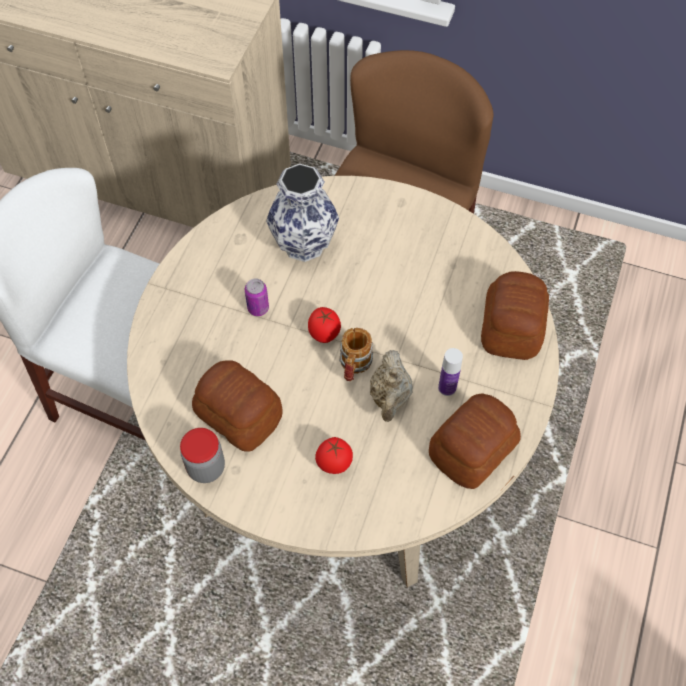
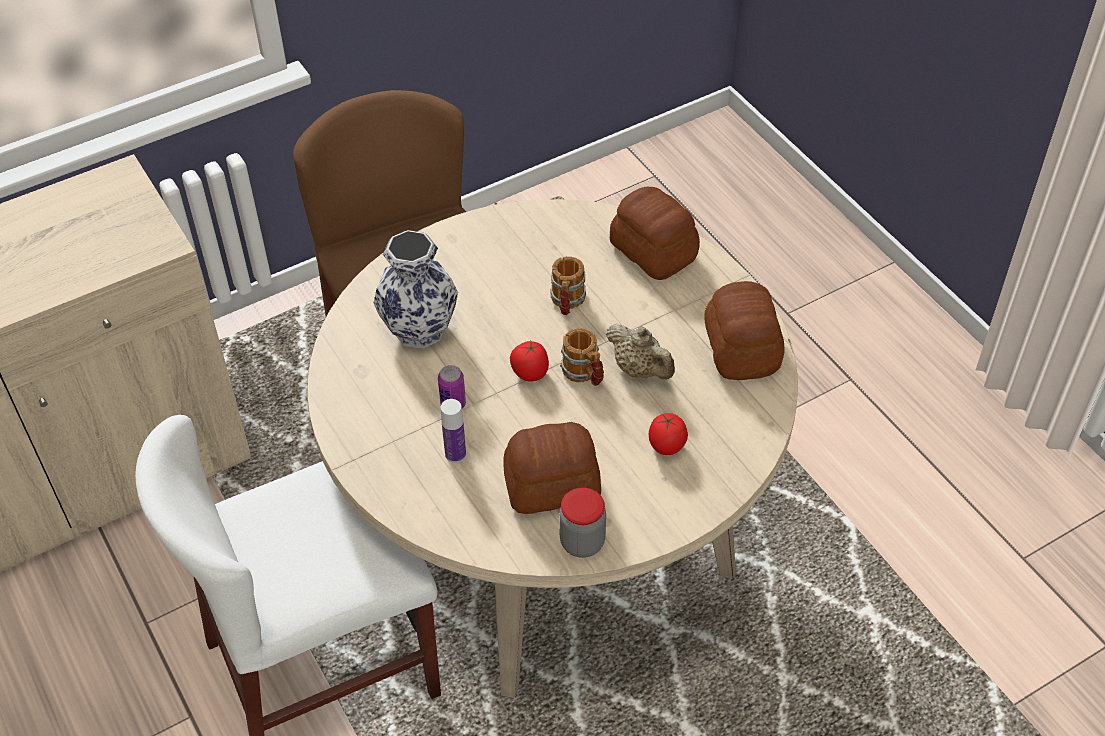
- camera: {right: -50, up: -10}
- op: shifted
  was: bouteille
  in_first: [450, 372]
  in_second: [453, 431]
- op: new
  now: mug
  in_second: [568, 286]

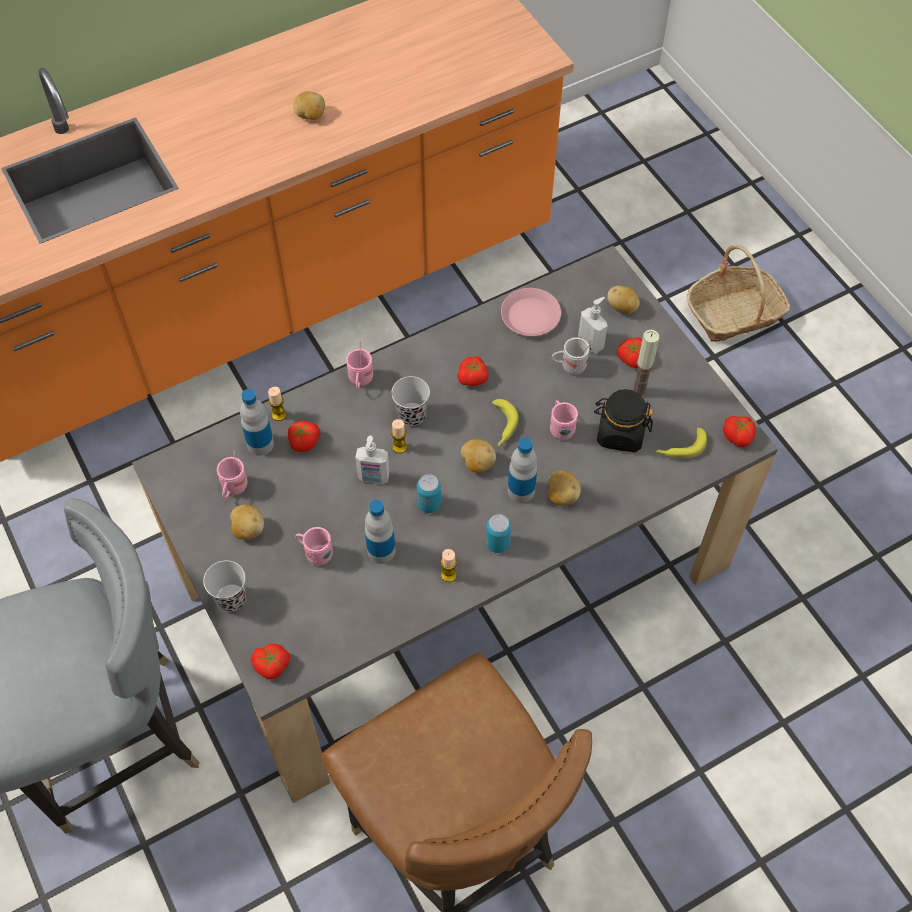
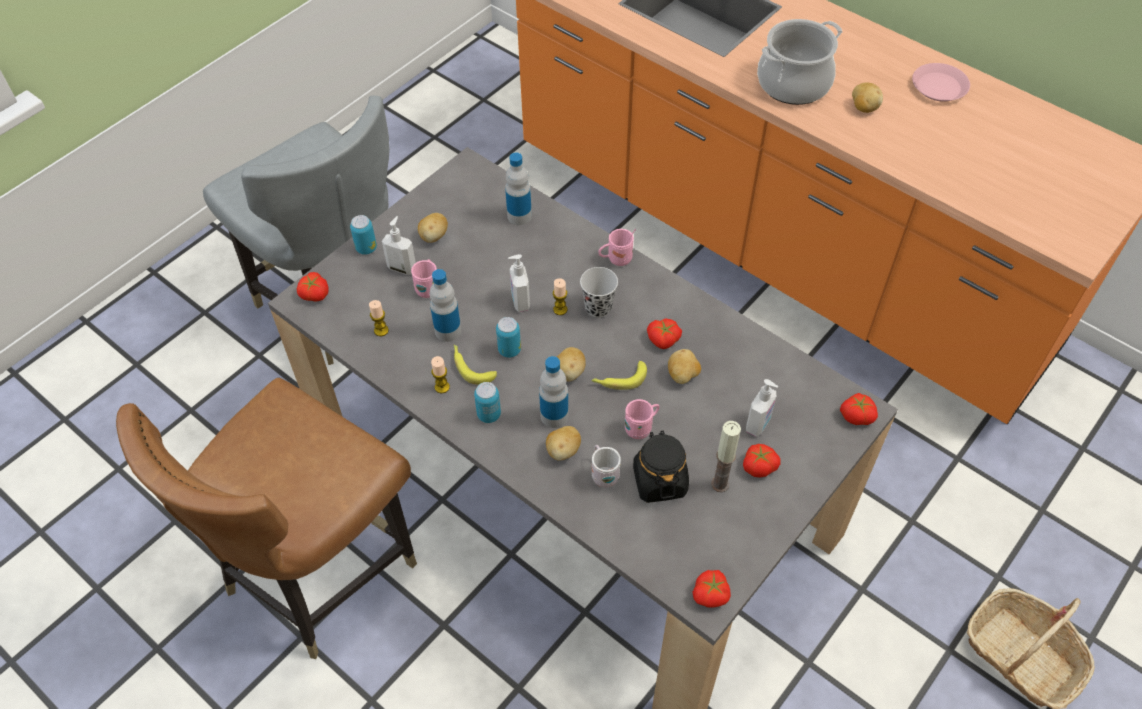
- camera: {right: 70, up: -5}
- op: swapped
  was: tasse (noir)
  now: boîte métallique
  in_first: [224, 586]
  in_second: [363, 235]
- op: gone
  was: mug (rose)
  in_first: [232, 474]
- op: shifted
  was: bougie
  in_first: [277, 404]
  in_second: [379, 318]
- op: shifted
  was: tomate
  in_first: [304, 436]
  in_second: [859, 409]
- op: shifted
  was: assiette (rose)
  in_first: [531, 312]
  in_second: [941, 82]
- op: shifted
  was: mug (blanc)
  in_first: [572, 356]
  in_second: [606, 466]
- op: shifted
  was: pomme de terre
  in_first: [623, 300]
  in_second: [684, 366]
- op: shifted
  was: banane
  in_first: [681, 443]
  in_second: [475, 365]
- op: new
  now: distributeur de savon
  in_second: [399, 245]
- op: new
  now: marmite
  in_second: [799, 62]

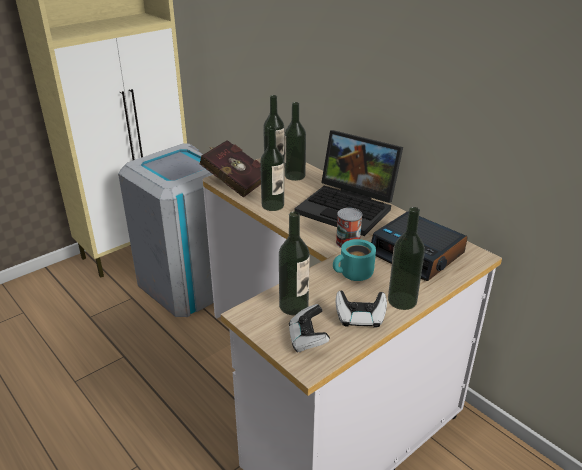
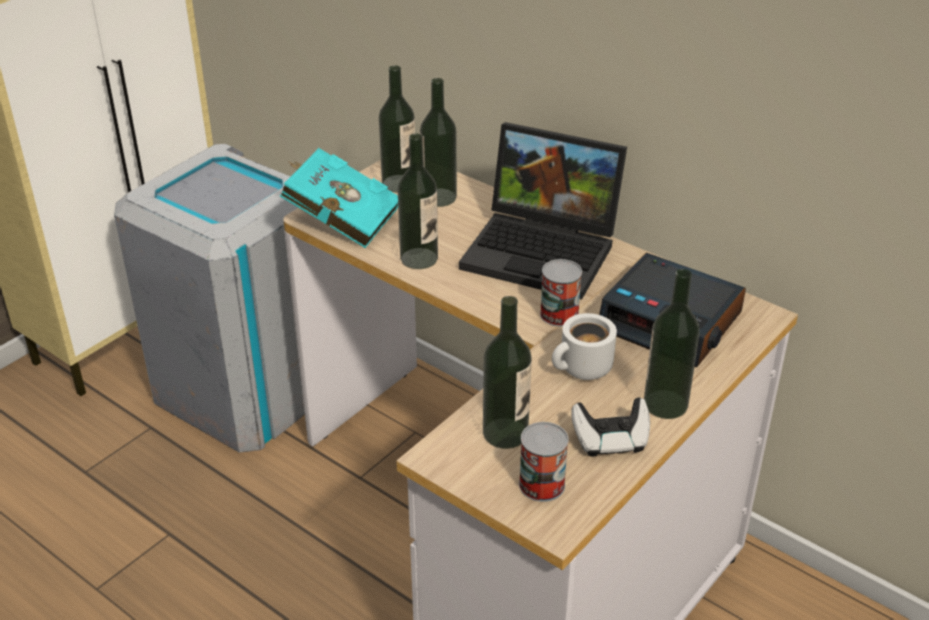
- camera: {right: -10, up: 5}
- op: repainted
  was: livre (rouge)
  now: livre (turquoise)
  in_first: [230, 169]
  in_second: [339, 198]
- op: swapped
  was: manette
  now: boîte métallique
  in_first: [309, 328]
  in_second: [544, 462]
- op: repainted
  was: mug (turquoise)
  now: mug (blanc)
  in_first: [354, 260]
  in_second: [584, 346]

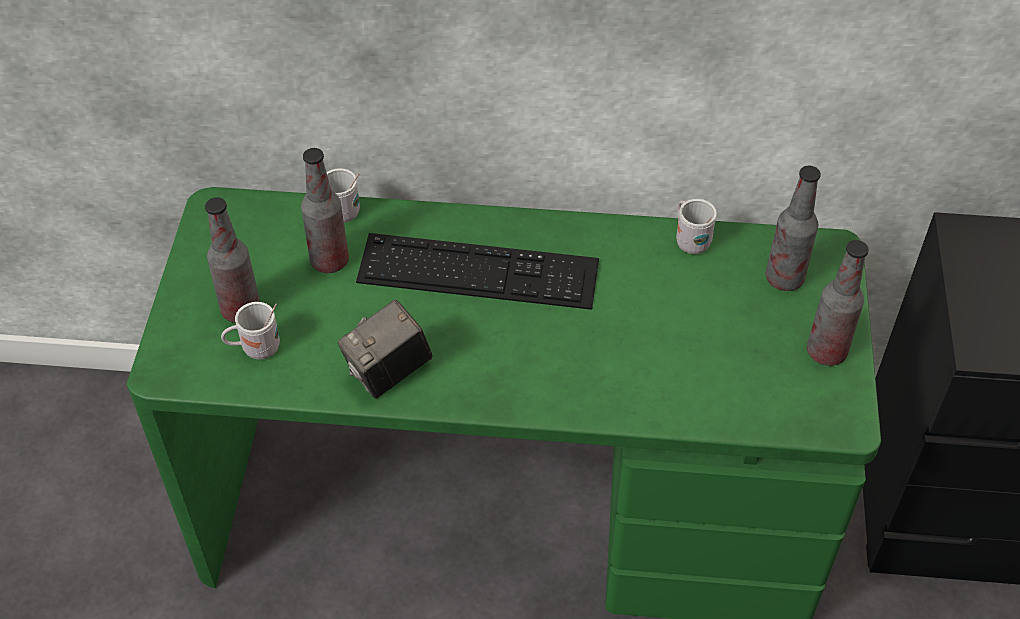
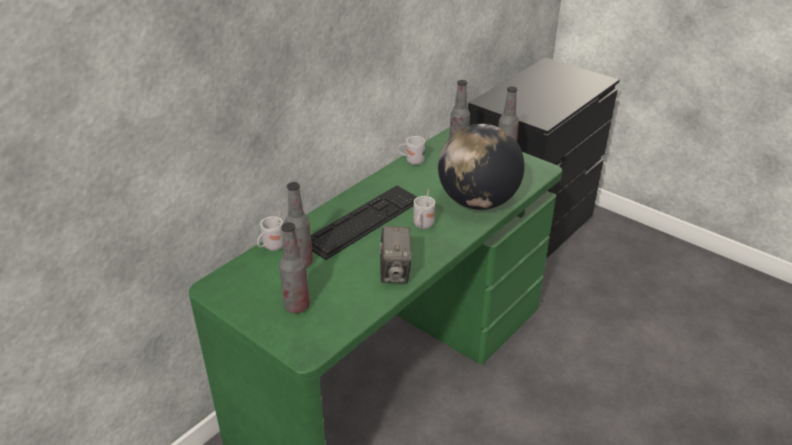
- camera: {right: -55, up: -15}
- op: shifted
  was: mug (blanc)
  in_first: [250, 331]
  in_second: [424, 209]
- op: new
  now: globe
  in_second: [481, 167]

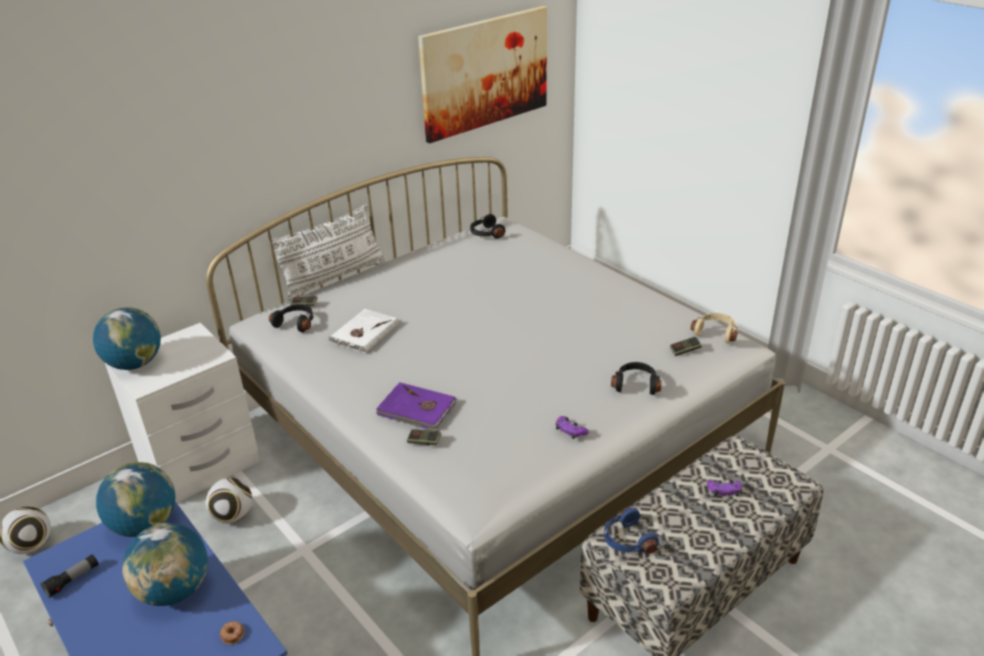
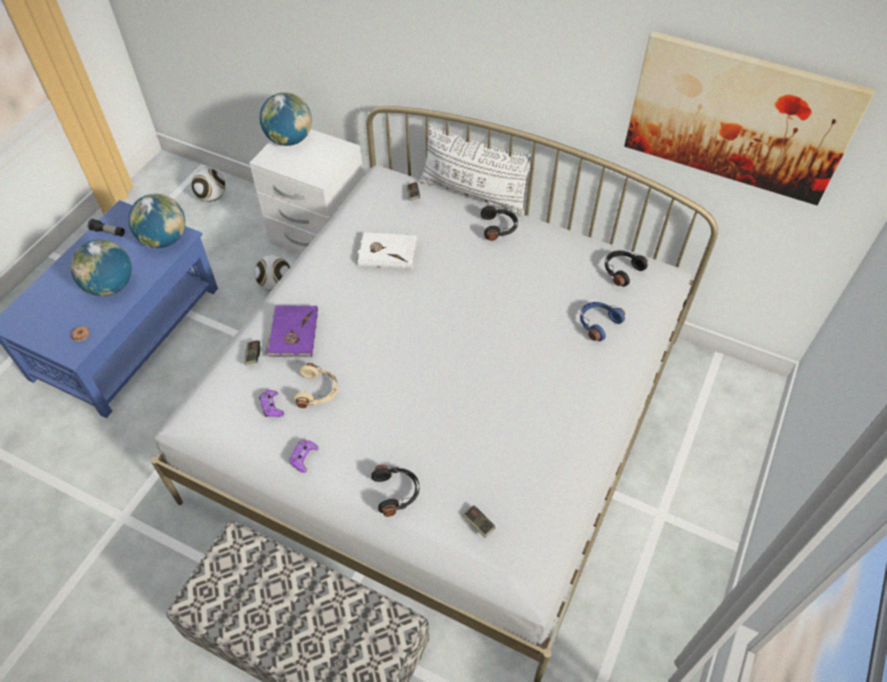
- camera: {right: 65, up: 20}
- op: shifted
  was: casque audio (noir)
  in_first: [291, 318]
  in_second: [499, 223]
- op: shifted
  was: casque audio (bleu)
  in_first: [631, 530]
  in_second: [602, 321]
- op: shifted
  was: casque audio (beige)
  in_first: [714, 328]
  in_second: [316, 385]
- op: shifted
  was: manette (violet)
  in_first: [724, 488]
  in_second: [271, 403]

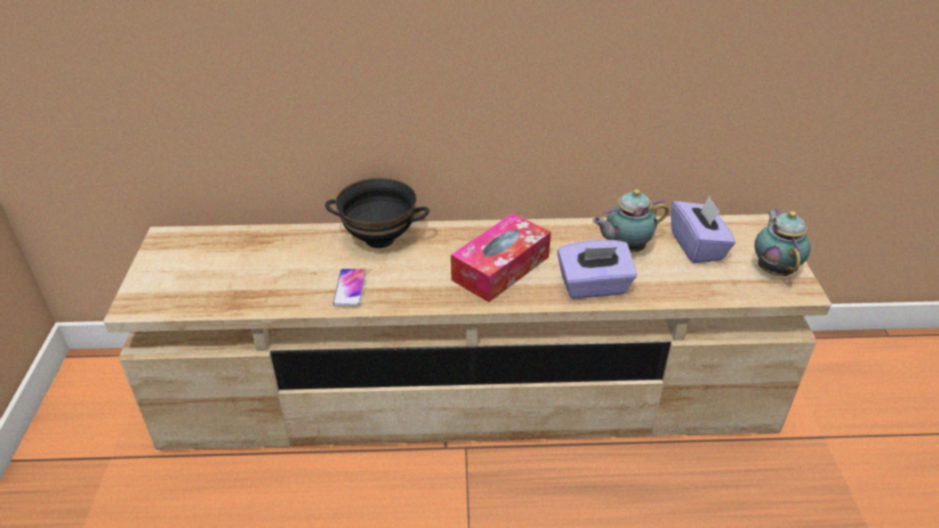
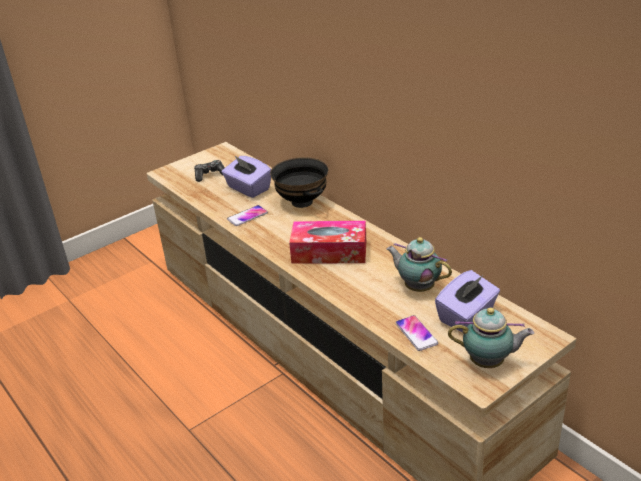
- camera: {right: 55, up: -5}
- op: shifted
  was: boîte à mouchoirs (violet)
  in_first: [597, 269]
  in_second: [246, 176]
- op: rotated
  was: théière
  in_first: [782, 242]
  in_second: [491, 338]
  clockwise: 45
- op: new
  now: manette
  in_second: [209, 171]
- op: new
  now: téléphone
  in_second: [417, 333]

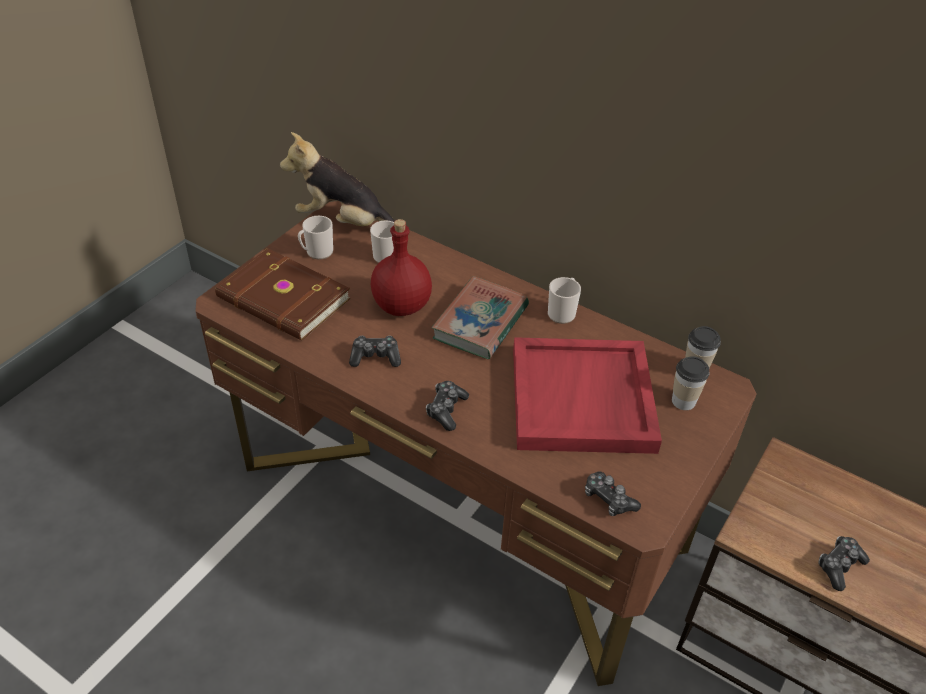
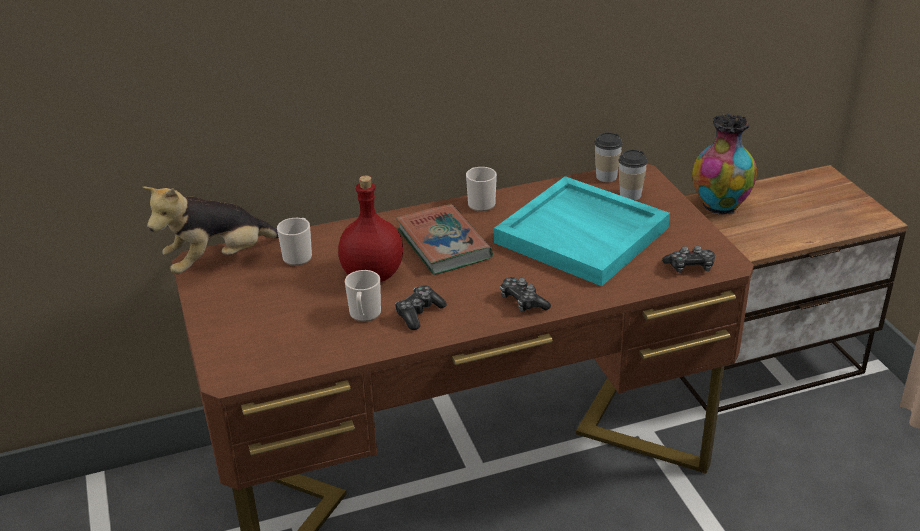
- camera: {right: -50, up: -10}
- op: gone
  was: livre (marron)
  in_first: [283, 294]
- op: shifted
  was: mug
  in_first: [315, 238]
  in_second: [363, 296]
- op: repainted
  was: plateau (rouge)
  now: plateau (turquoise)
  in_first: [587, 395]
  in_second: [582, 231]
- op: gone
  was: manette
  in_first: [844, 563]
- op: new
  now: vase
  in_second: [724, 164]

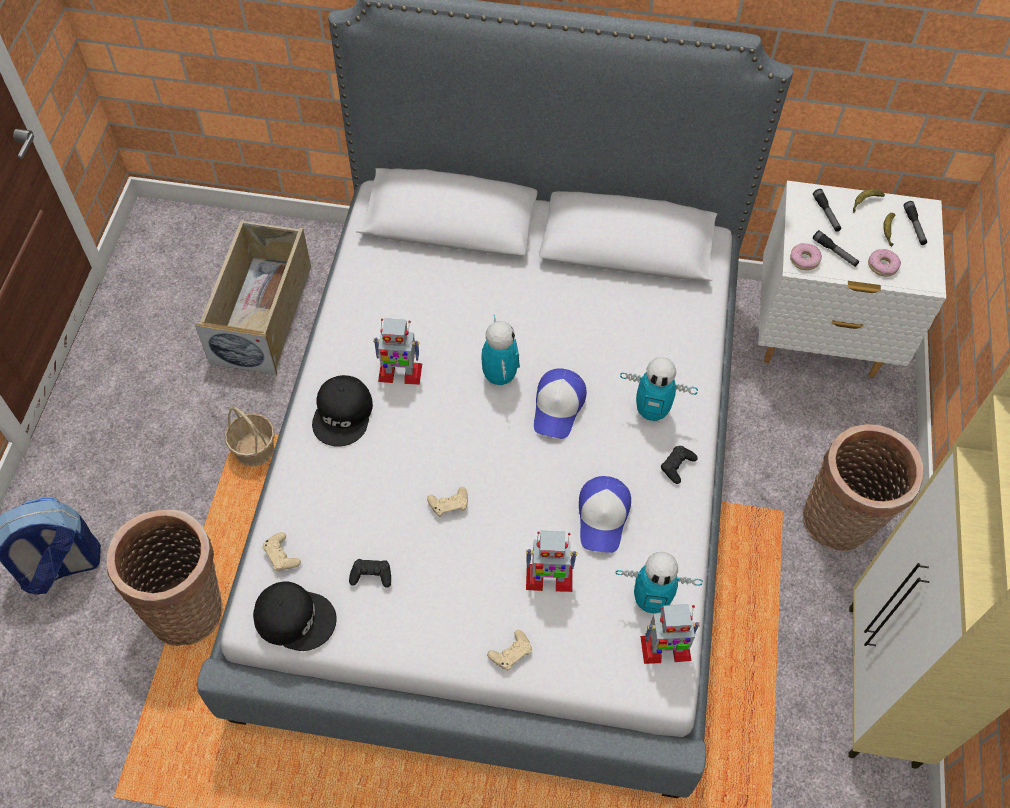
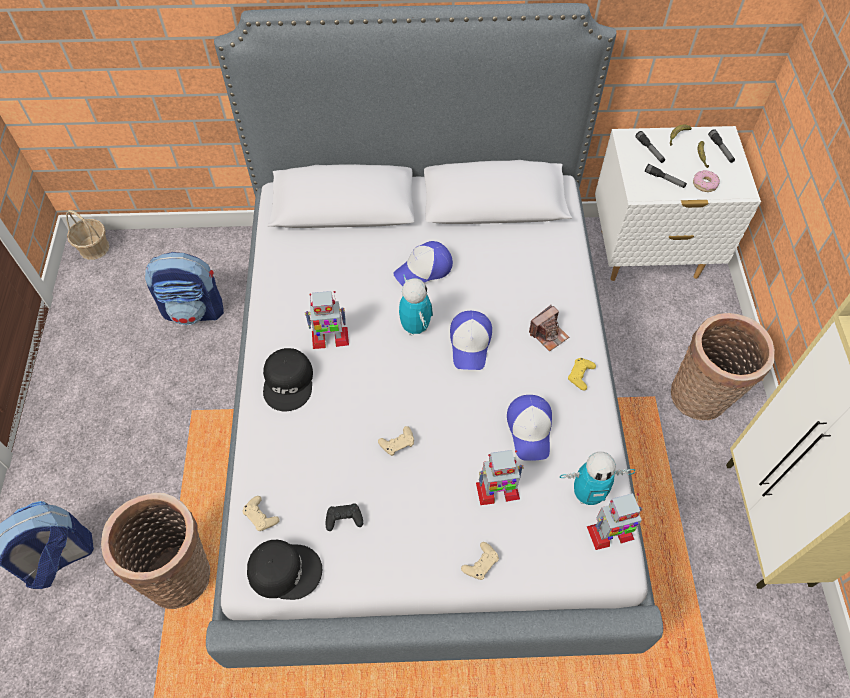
- camera: {right: -10, up: 0}
- op: swapped
  was: boîte de rangement (beige)
  now: sac à dos
  in_first: [253, 297]
  in_second: [184, 288]
- op: shifted
  was: panier
  in_first: [250, 436]
  in_second: [87, 235]
- op: swapped
  was: robot jouet
  now: appareil photo
  in_first: [659, 389]
  in_second: [549, 328]
- op: repainted
  was: manette (noir)
  now: manette (jaune)
  in_first: [679, 465]
  in_second: [582, 374]
- op: gone
  was: beignet
  in_first: [806, 256]
- op: new
  now: casquette
  in_second: [423, 263]

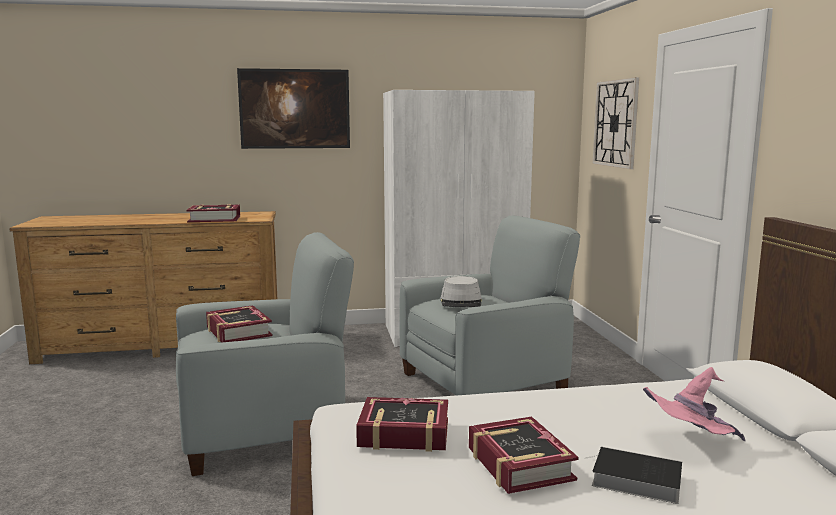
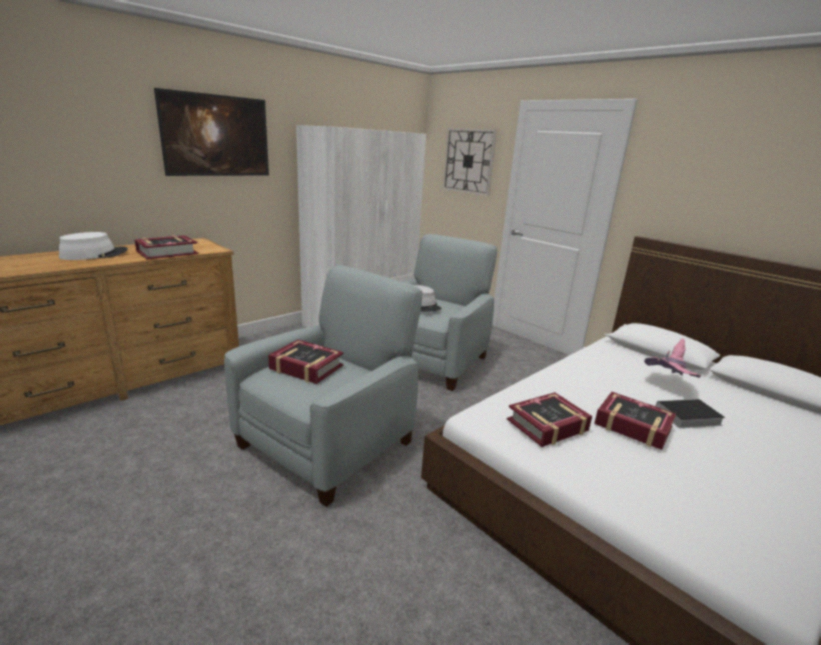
- camera: {right: -35, up: 10}
- op: new
  now: chapeau (blanc)
  in_second: [93, 246]

